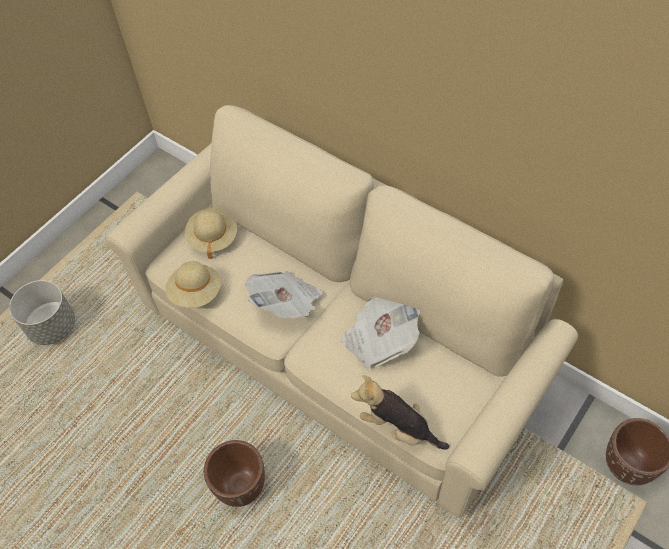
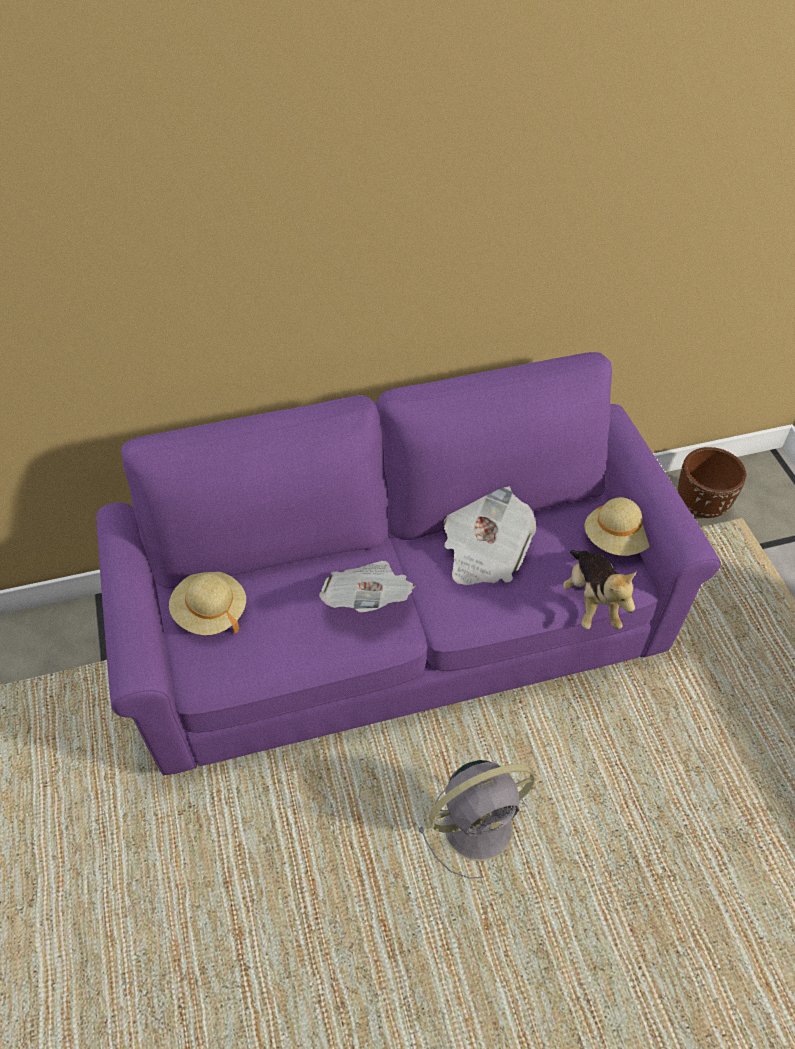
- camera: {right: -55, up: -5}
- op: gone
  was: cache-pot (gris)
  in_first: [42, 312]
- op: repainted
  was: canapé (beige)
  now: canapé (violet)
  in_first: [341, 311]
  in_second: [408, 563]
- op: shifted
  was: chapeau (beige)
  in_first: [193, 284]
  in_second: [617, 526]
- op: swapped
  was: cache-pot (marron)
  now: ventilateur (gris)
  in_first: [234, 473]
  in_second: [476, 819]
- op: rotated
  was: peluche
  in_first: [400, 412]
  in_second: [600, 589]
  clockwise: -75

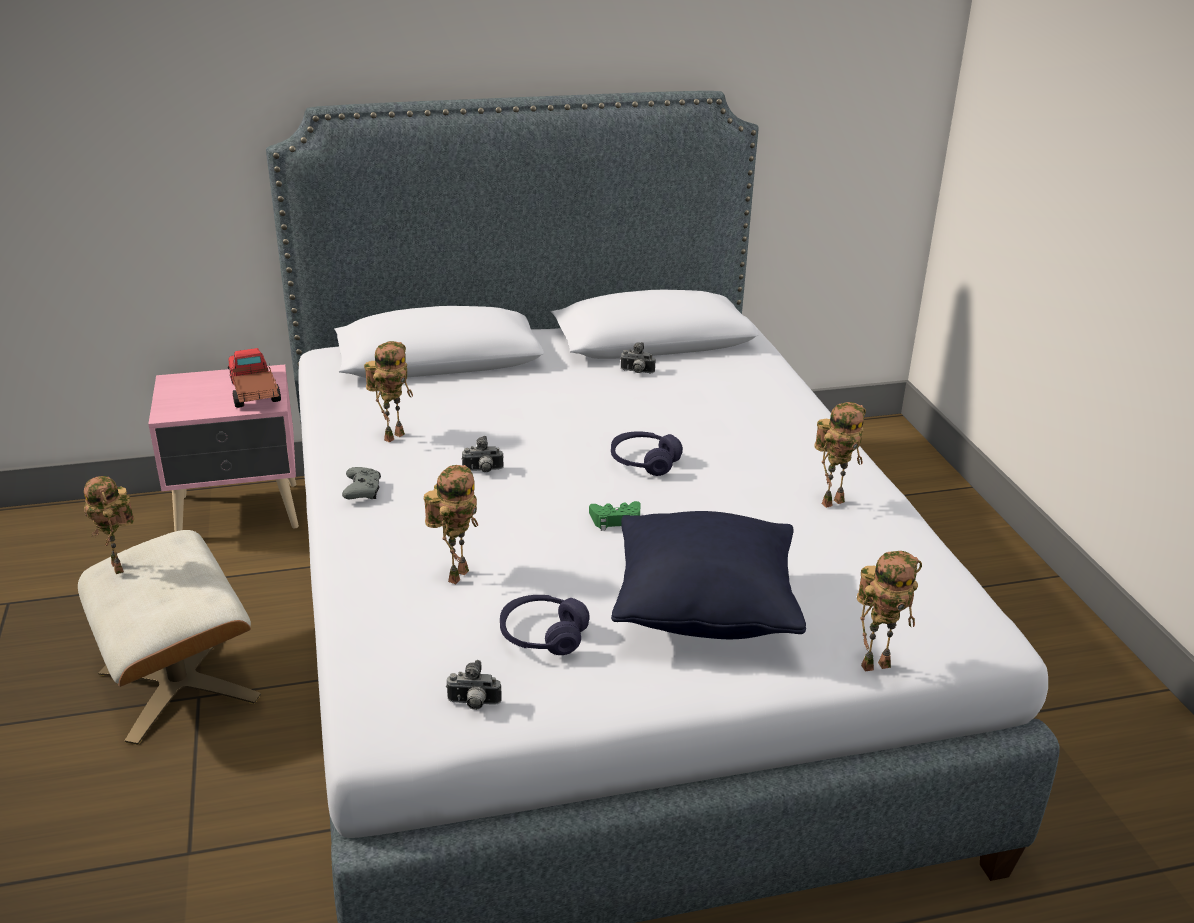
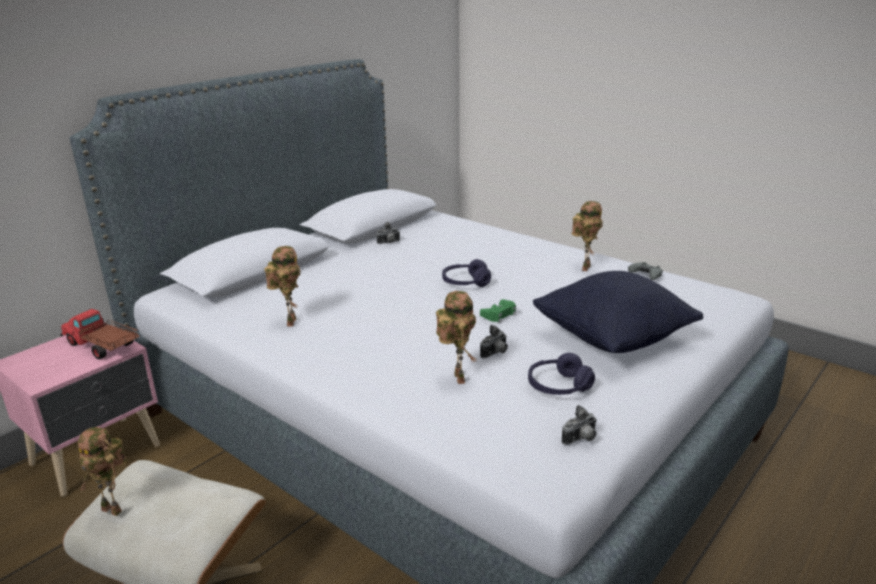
- camera: {right: -35, up: -5}
- op: shifted
  was: manette (gris)
  in_first: [361, 483]
  in_second: [645, 271]
- op: shifted
  was: appareil photo
  in_first: [483, 454]
  in_second: [494, 341]
- op: gone
  was: robot jouet
  in_first: [889, 611]

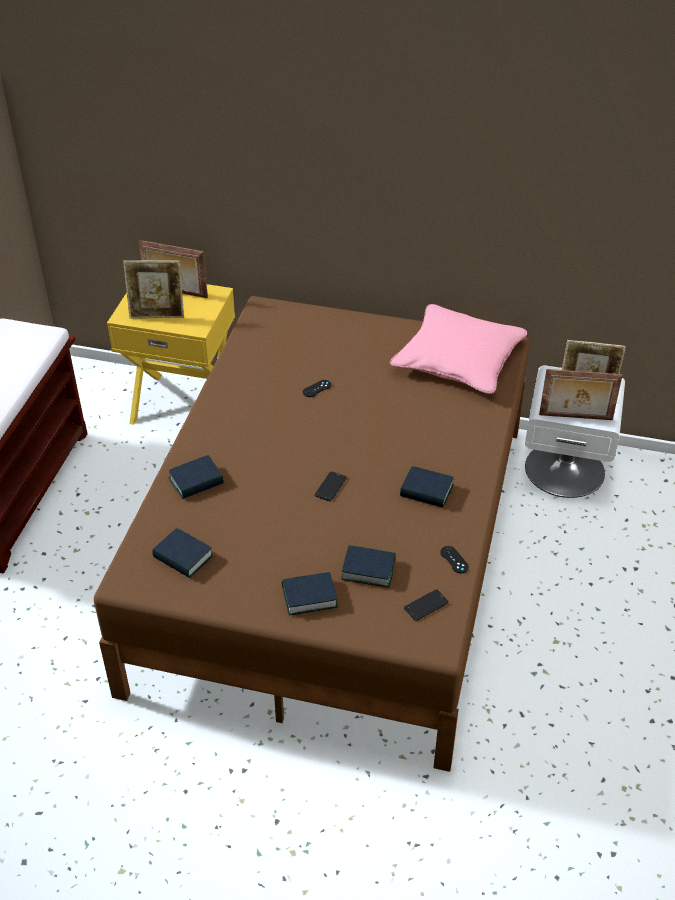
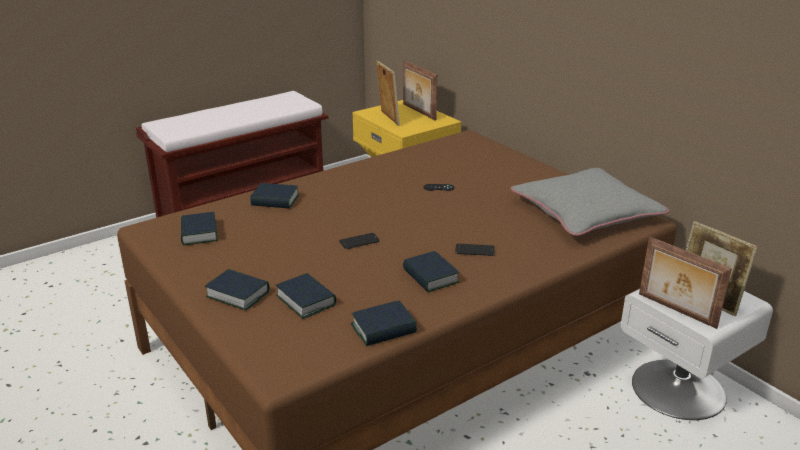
- camera: {right: 40, up: -15}
- op: rotated
  was: cadre photo
  in_first: [153, 289]
  in_second: [388, 93]
  clockwise: -150
- op: repainted
  was: coussin (rose)
  now: coussin (gris)
  in_first: [458, 349]
  in_second: [590, 202]
- op: shifted
  was: téléphone
  in_first: [426, 605]
  in_second: [474, 250]
- op: swapped
  was: manette (noir)
  now: livre
  in_first: [454, 560]
  in_second: [384, 323]

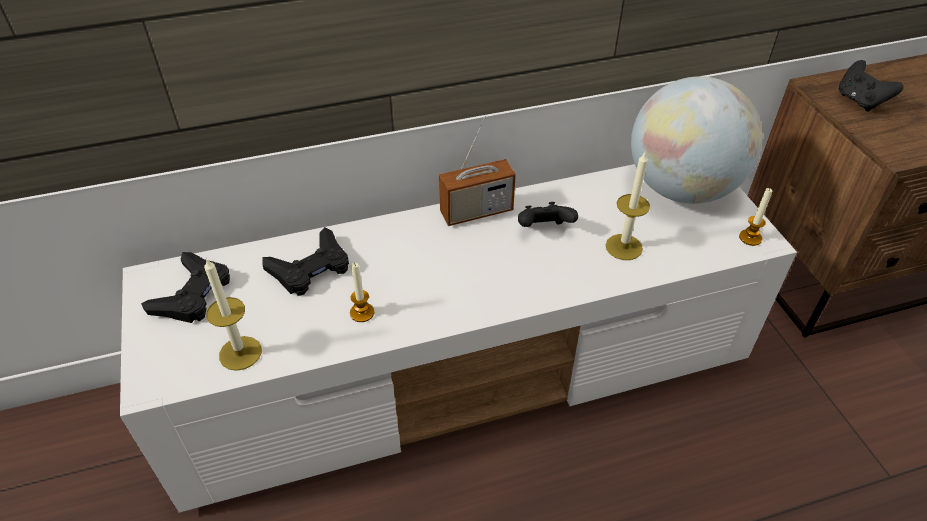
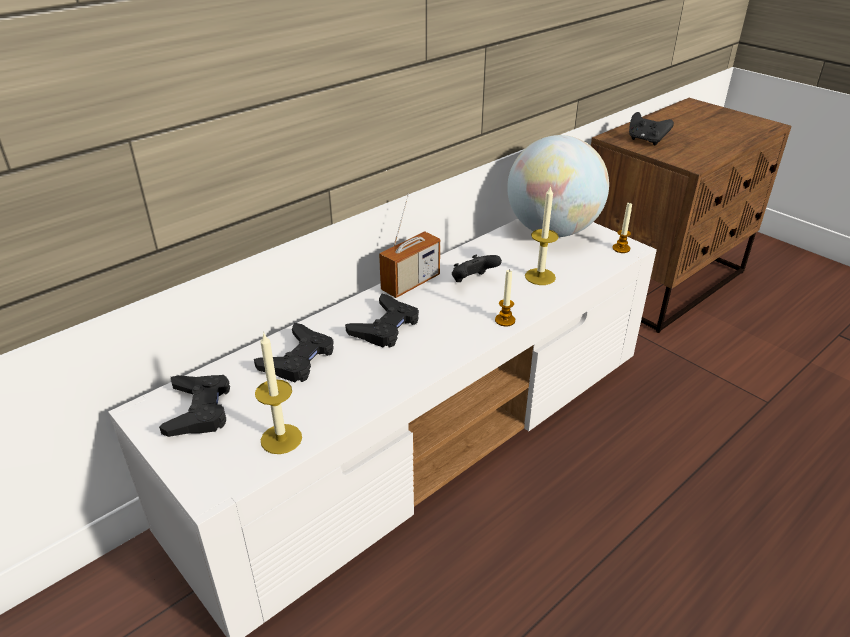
- camera: {right: -25, up: -10}
- op: shifted
  was: bougie
  in_first: [362, 292]
  in_second: [505, 297]
- op: new
  now: manette (noir)
  in_second: [382, 320]

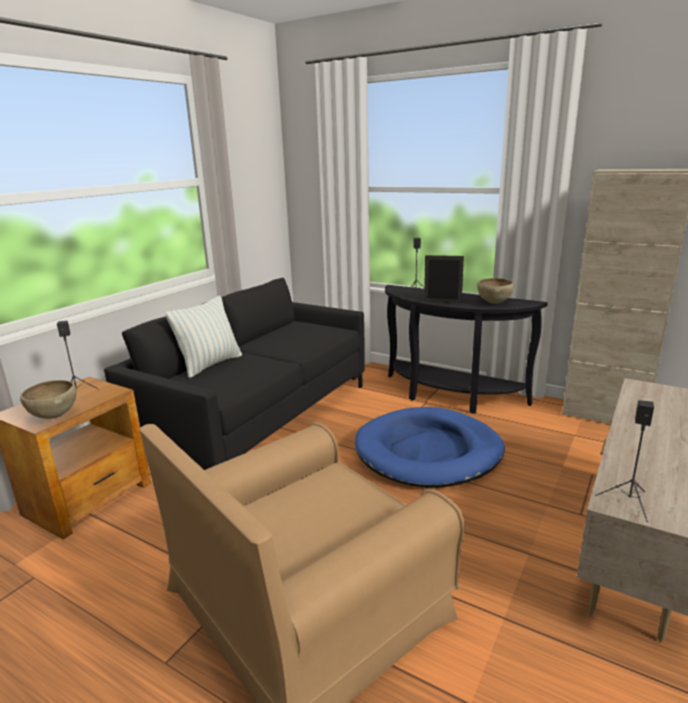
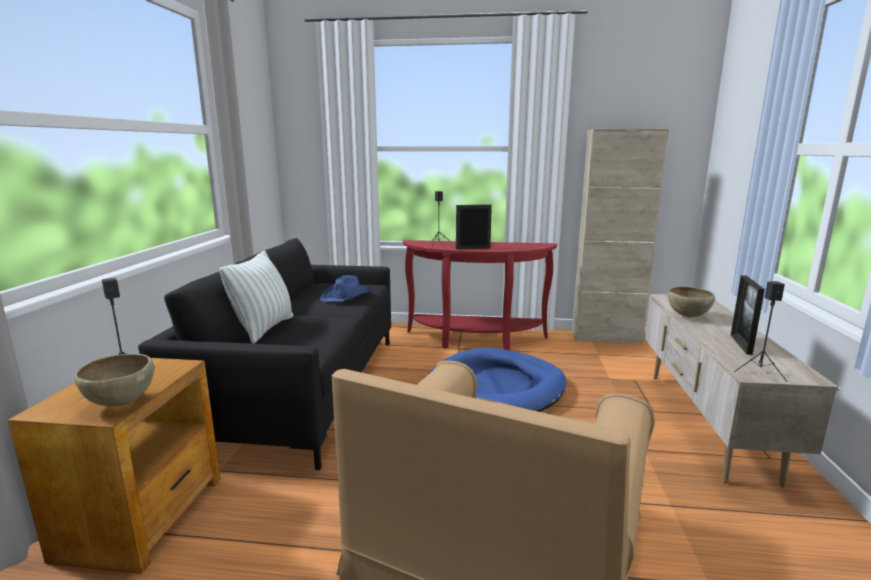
- camera: {right: -25, up: -5}
- op: repainted
  was: table console (noir)
  now: table console (rouge)
  in_first: [466, 349]
  in_second: [480, 295]
- op: shifted
  was: bol (marron)
  in_first: [495, 291]
  in_second: [691, 302]
- op: new
  now: chapeau (bleu)
  in_second: [346, 288]
- op: new
  now: cadre photo
  in_second: [748, 315]

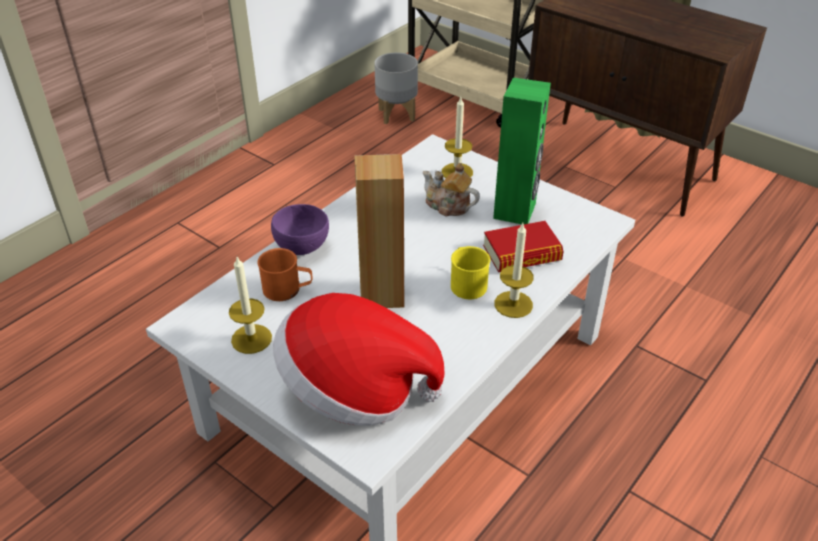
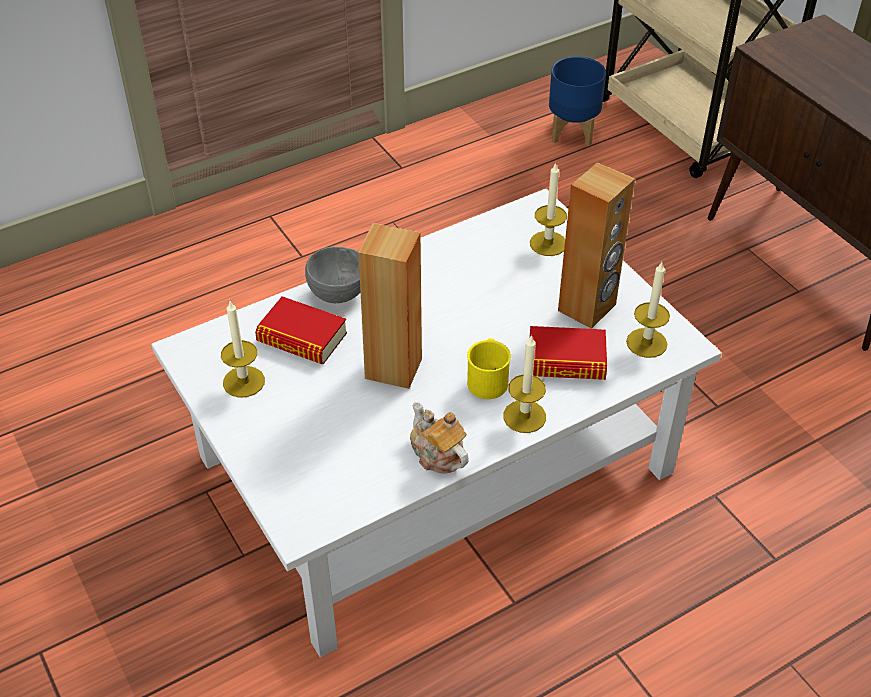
- camera: {right: 20, up: 5}
- op: swapped
  was: mug (orange)
  now: livre
  in_first: [285, 274]
  in_second: [301, 330]
- op: repainted
  was: bol (violet)
  now: bol (gris)
  in_first: [300, 229]
  in_second: [332, 274]
- op: gone
  was: chapeau
  in_first: [358, 359]
- op: repainted
  was: cache-pot (gris)
  now: cache-pot (bleu)
  in_first: [396, 88]
  in_second: [577, 101]
- op: shifted
  was: théière
  in_first: [451, 190]
  in_second: [439, 438]
- op: repainted
  was: enceinte (vert)
  now: enceinte (marron)
  in_first: [522, 151]
  in_second: [596, 246]
- op: new
  now: bougie
  in_second: [648, 310]

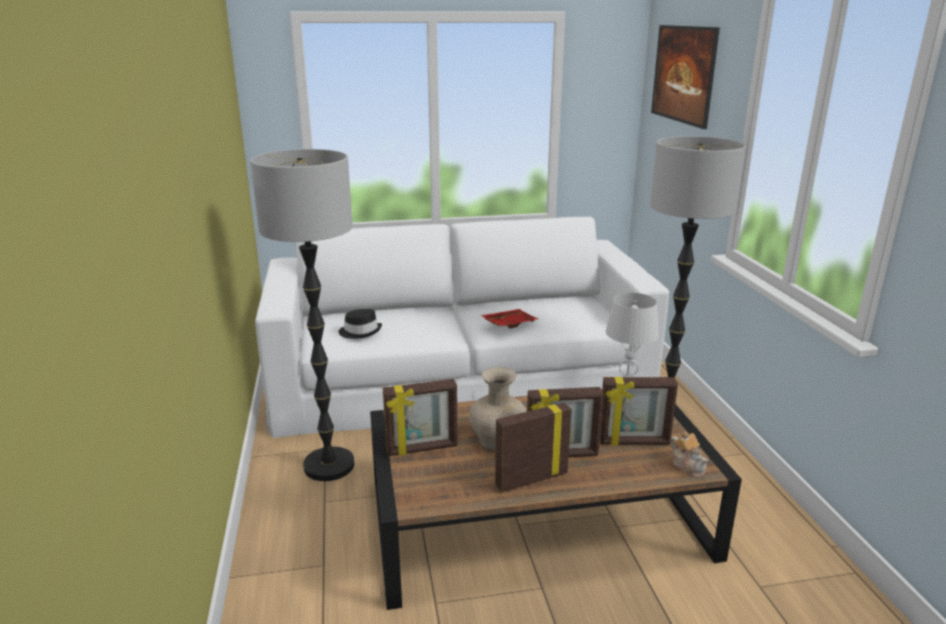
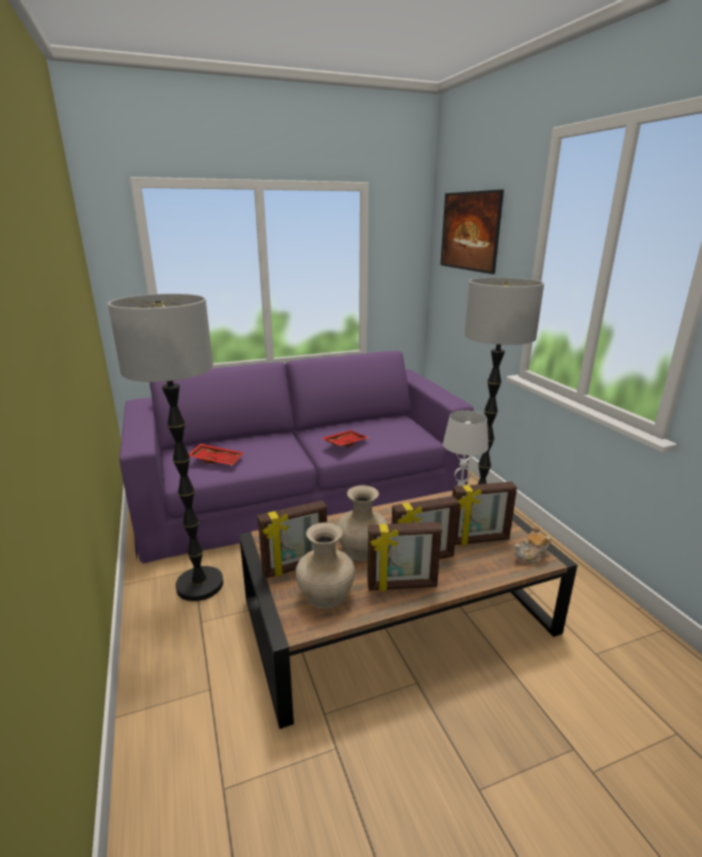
- camera: {right: -10, up: 0}
- op: repainted
  was: canapé (blanc)
  now: canapé (violet)
  in_first: [462, 327]
  in_second: [296, 457]
- op: swapped
  was: chapeau (noir)
  now: plateau (rouge)
  in_first: [360, 324]
  in_second: [216, 454]
- op: rotated
  was: cadre photo
  in_first: [533, 447]
  in_second: [404, 556]
  clockwise: -150
- op: rotated
  was: théière
  in_first: [690, 454]
  in_second: [533, 545]
  clockwise: 105
- op: new
  now: vase (beige)
  in_second: [325, 565]

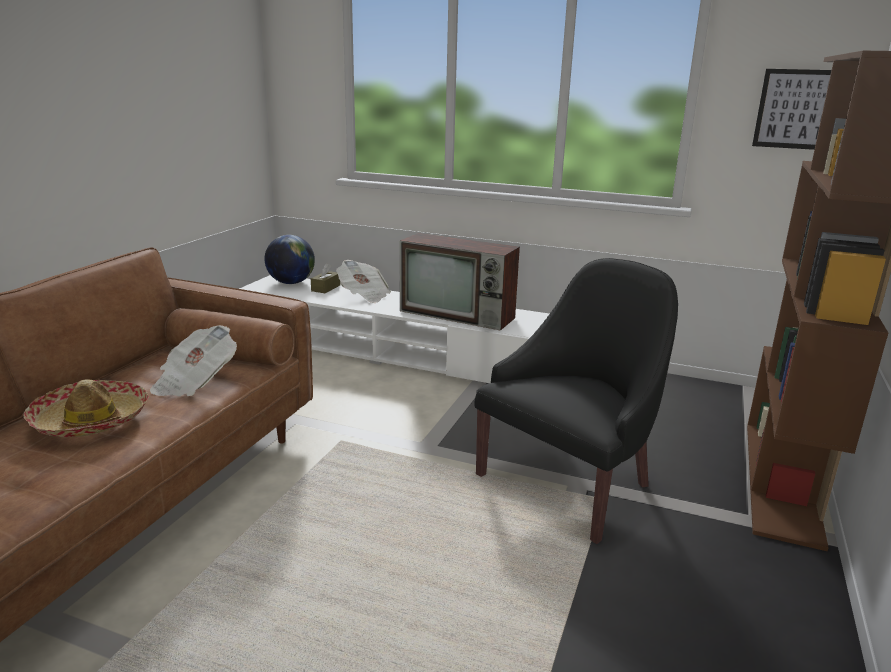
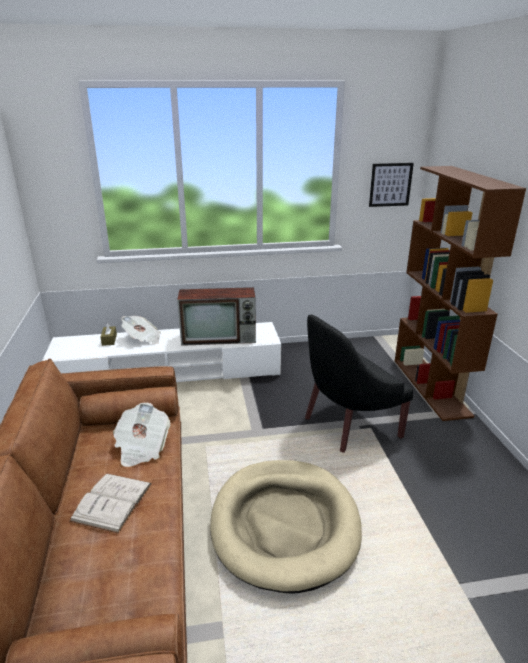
- camera: {right: -30, up: 5}
- op: swapped
  was: chapeau
  now: livre (blanc)
  in_first: [86, 408]
  in_second: [110, 503]
- op: gone
  was: globe
  in_first: [289, 259]
- op: rotated
  was: fauteuil (noir)
  in_first: [576, 401]
  in_second: [359, 383]
  clockwise: -135
- op: new
  now: panier pour chien (beige)
  in_second: [286, 526]

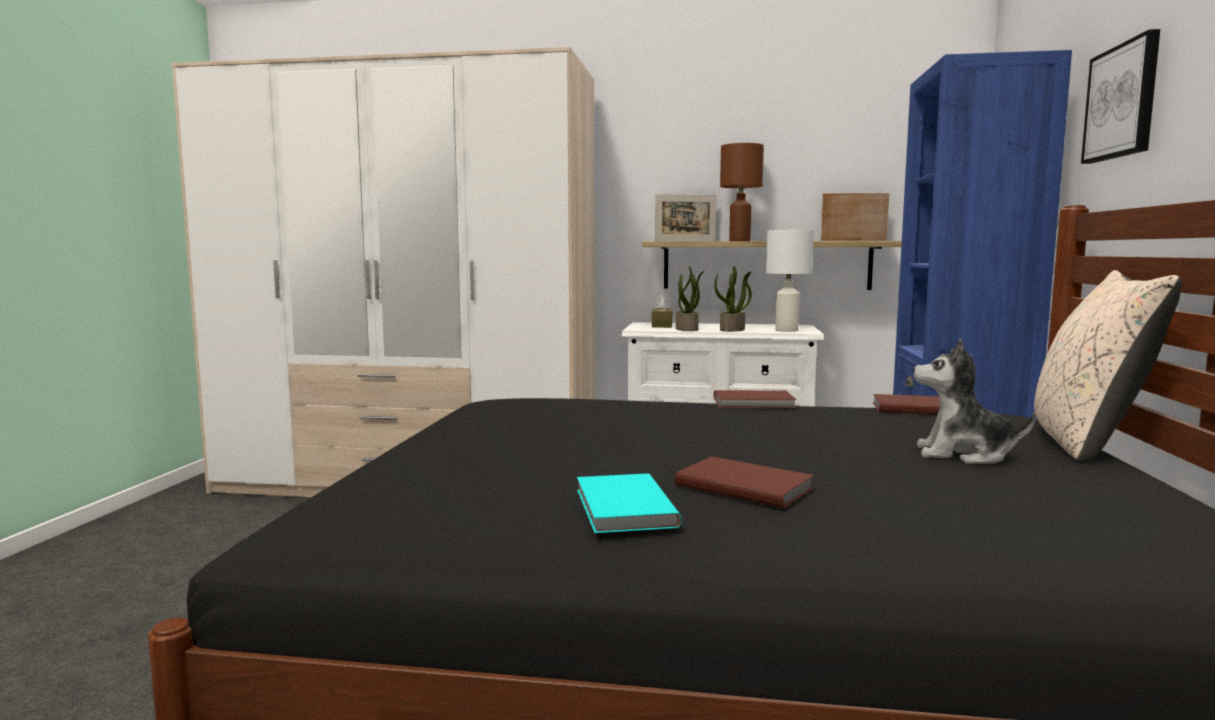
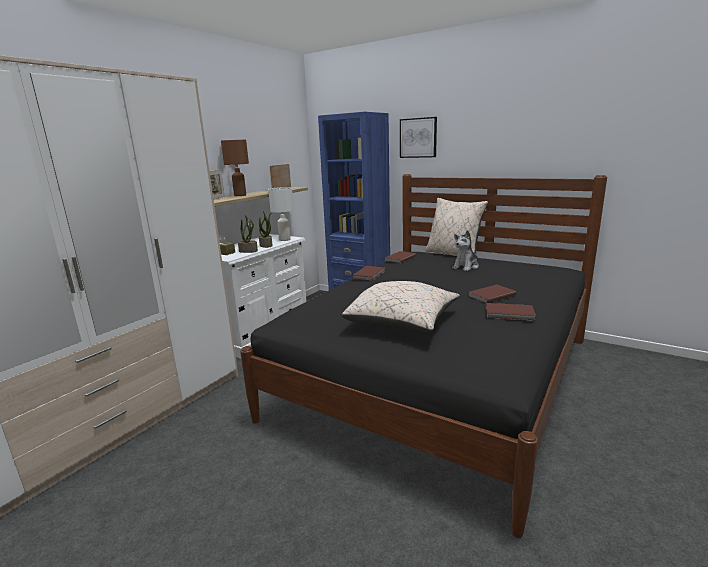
- camera: {right: -65, up: 10}
- op: repainted
  was: livre (turquoise)
  now: livre (marron)
  in_first: [629, 503]
  in_second: [511, 312]
- op: new
  now: coussin (beige)
  in_second: [400, 306]

